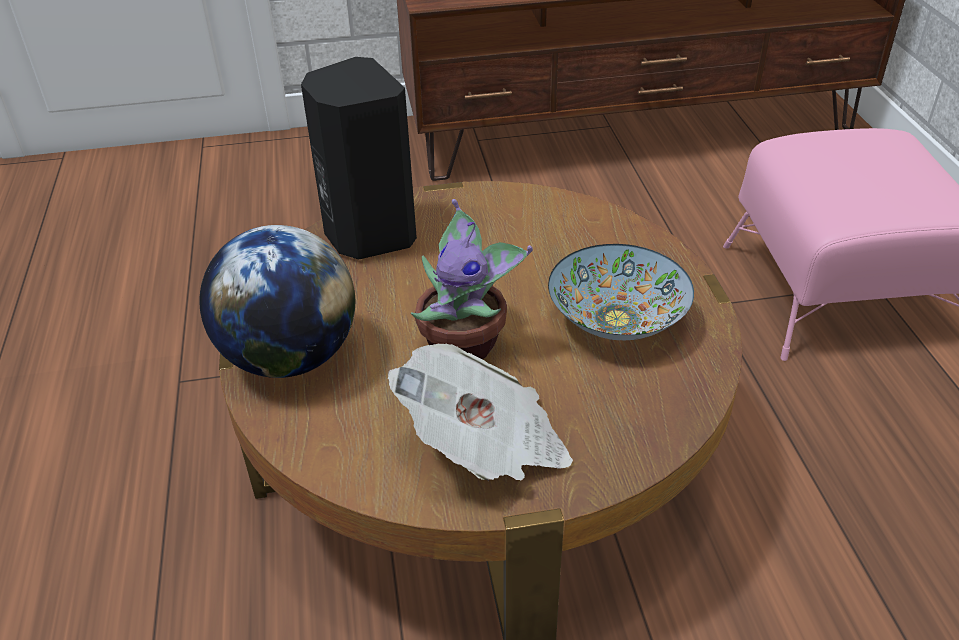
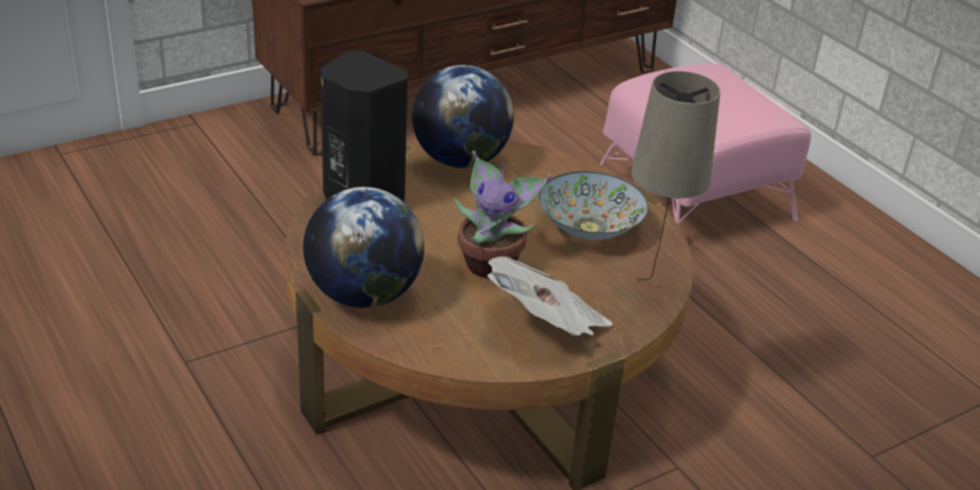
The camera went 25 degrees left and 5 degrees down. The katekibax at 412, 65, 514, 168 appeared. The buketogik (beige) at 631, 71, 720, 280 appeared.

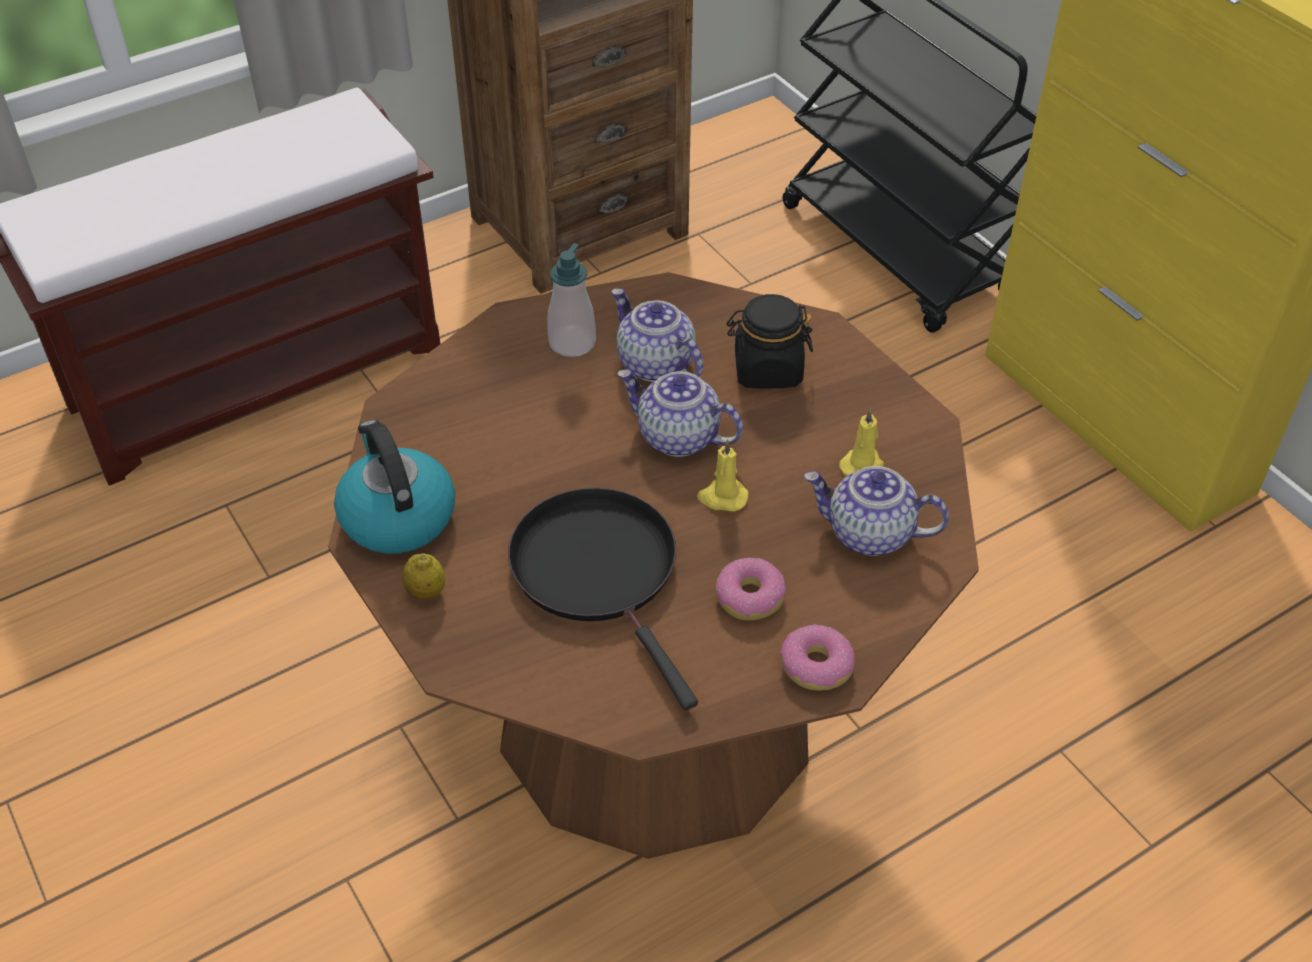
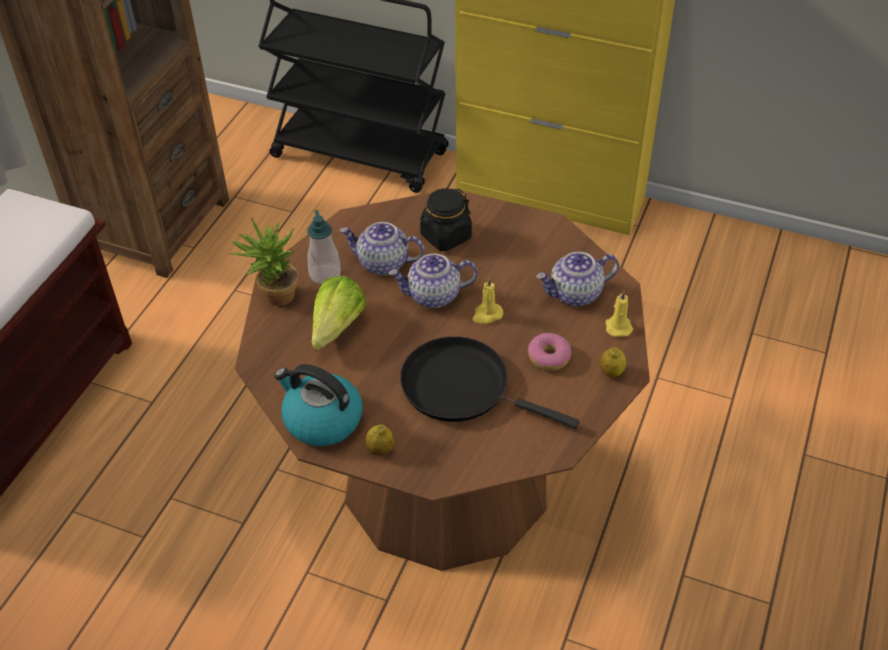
The camera went 35 degrees left and 0 degrees up. The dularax at 229, 218, 298, 306 appeared. The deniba at 312, 276, 366, 350 appeared. The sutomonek at 780, 625, 855, 691 was replaced by the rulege at 600, 348, 626, 377. The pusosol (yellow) moved from 839, 408, 884, 476 to 605, 290, 633, 337.

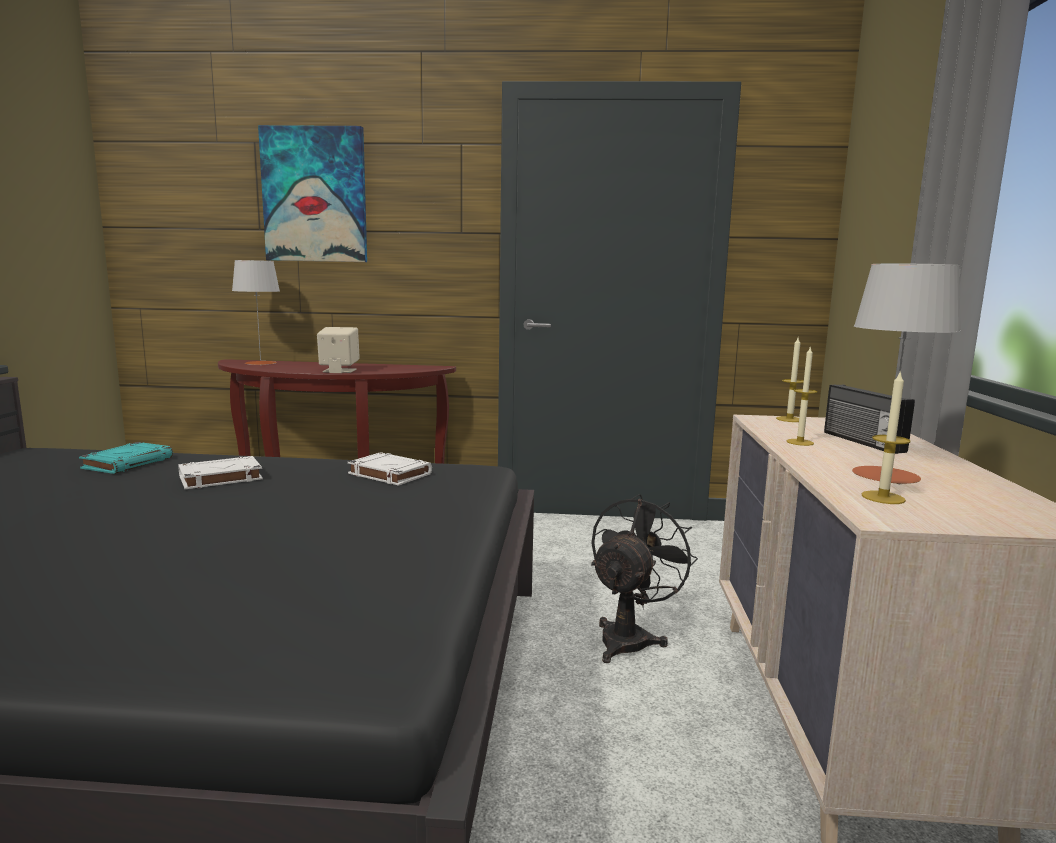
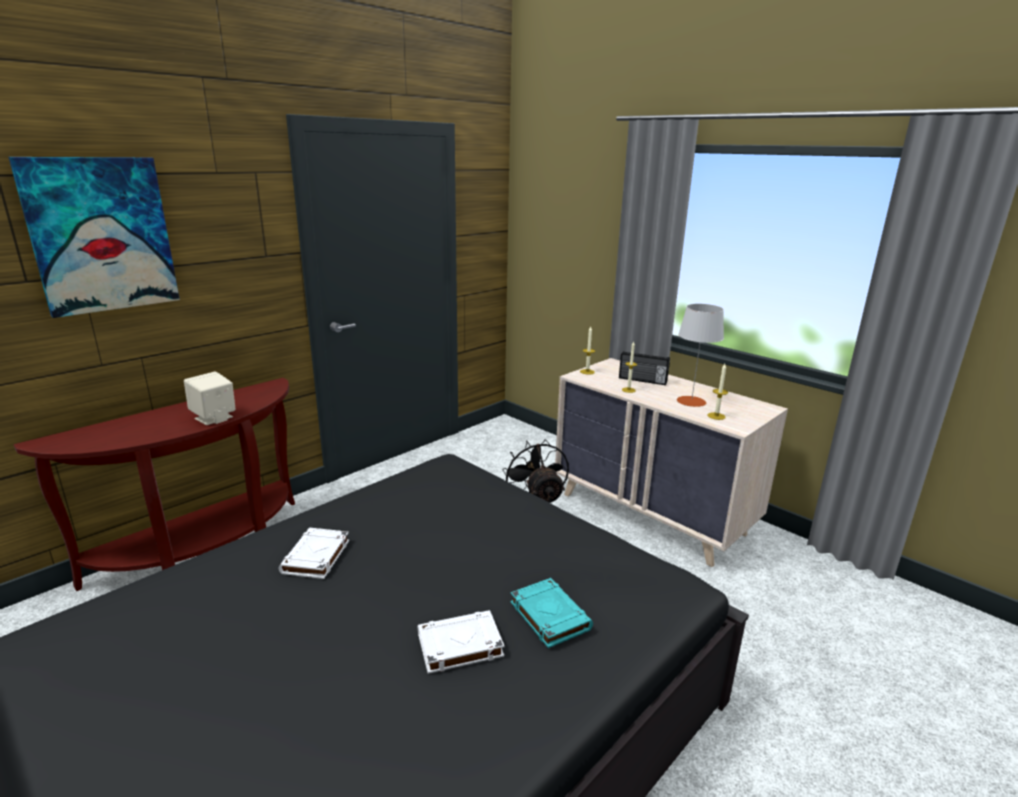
The camera went 50 degrees left and 10 degrees up. The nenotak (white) moved from 348, 452, 432, 486 to 418, 610, 505, 674. The nenotak (turquoise) moved from 79, 442, 173, 474 to 511, 578, 593, 648. The buketogik (grey) at 232, 260, 280, 365 disappeared.

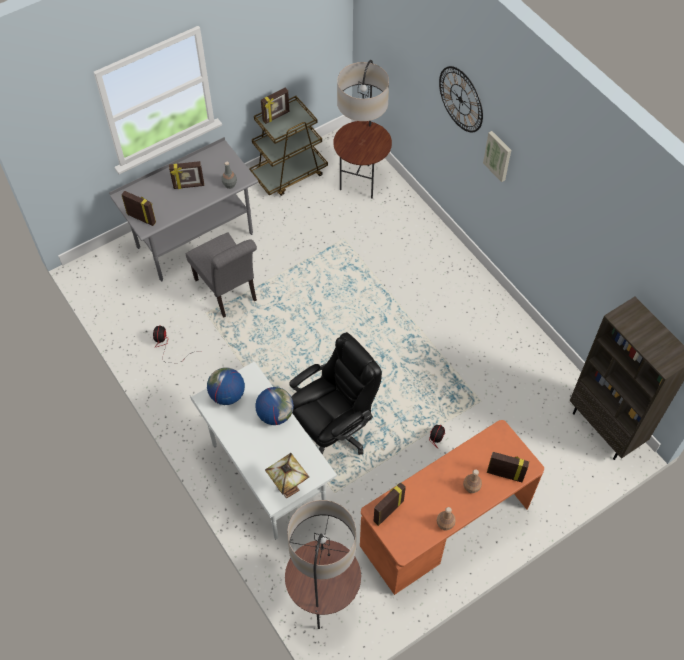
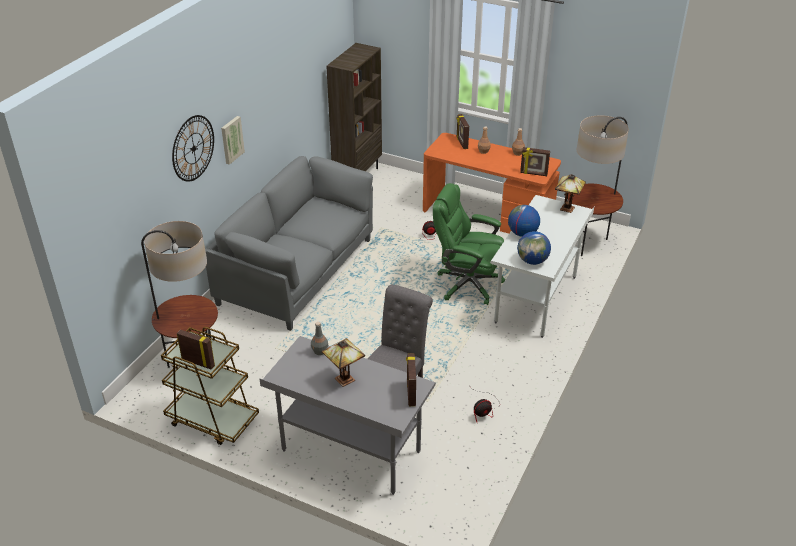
The camera went 120 degrees left and 20 degrees down. The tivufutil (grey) at 205, 156, 373, 330 appeared. The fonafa at 169, 161, 204, 189 was replaced by the buketogik at 322, 338, 365, 387. The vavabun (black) at 289, 332, 382, 455 became the vavabun (green) at 433, 183, 505, 305.

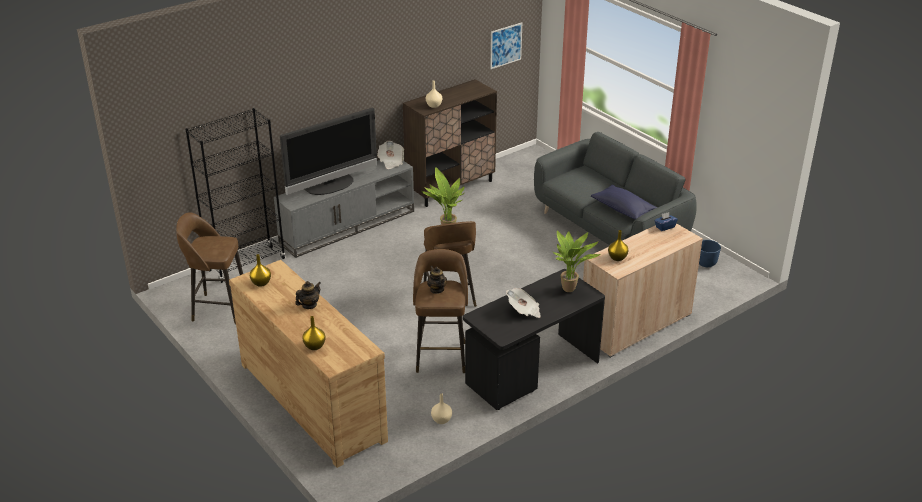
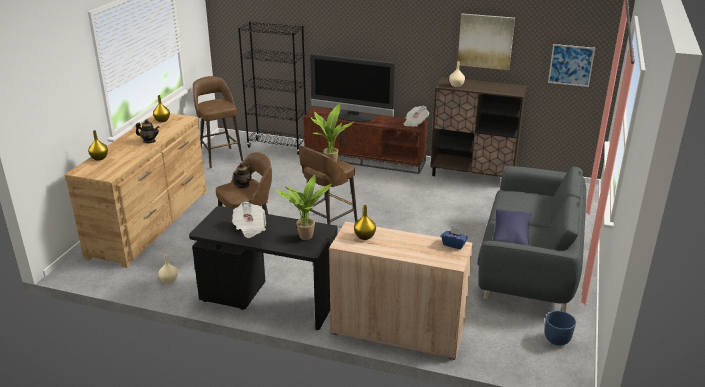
The camera went 55 degrees right and 5 degrees down. The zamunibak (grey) at 274, 160, 414, 258 became the zamunibak (brown) at 303, 107, 428, 174. The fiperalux at 458, 14, 515, 70 appeared.

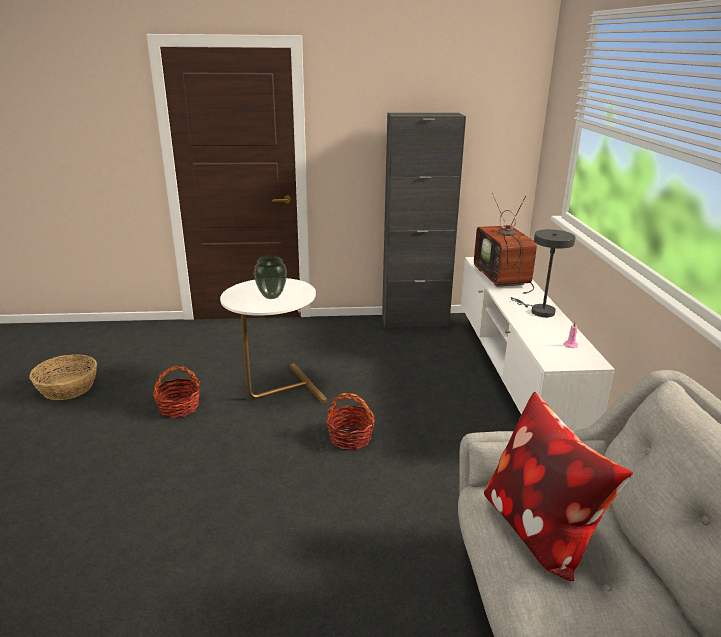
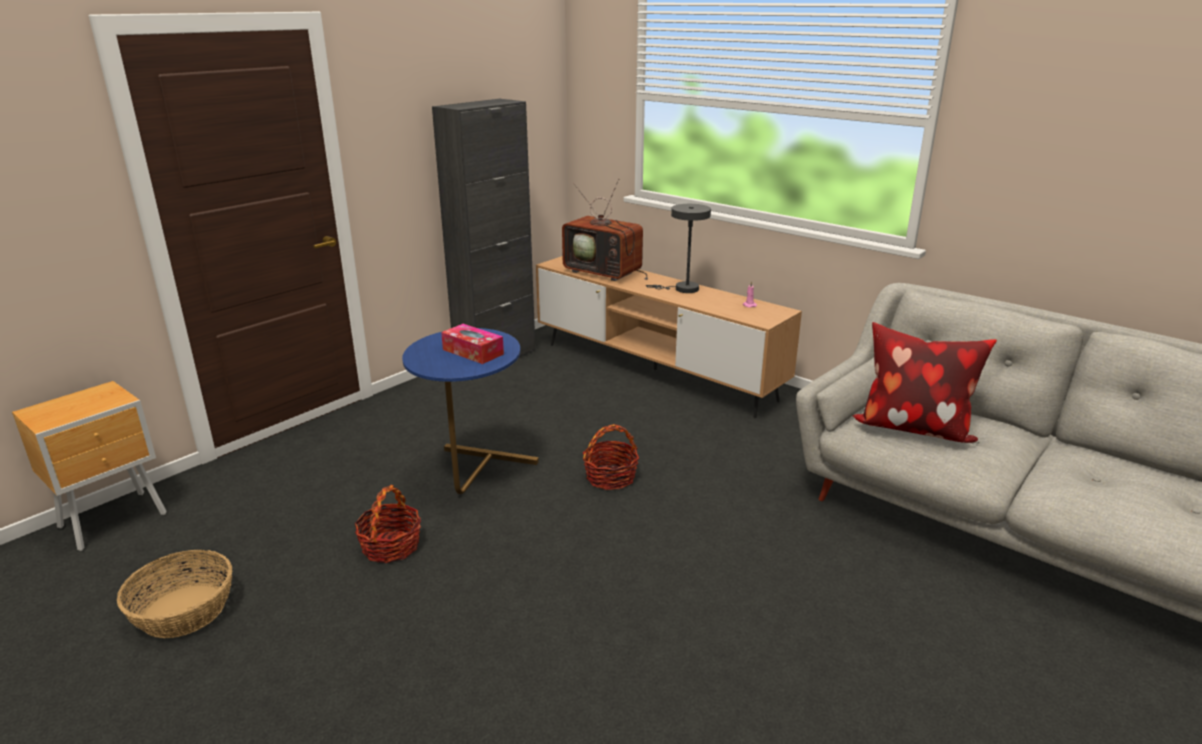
The camera went 45 degrees left and 0 degrees up. The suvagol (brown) at 12, 381, 167, 551 appeared. The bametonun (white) at 220, 278, 327, 404 became the bametonun (blue) at 402, 328, 539, 494. The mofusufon at 254, 255, 287, 299 was replaced by the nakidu at 441, 324, 504, 364. The zamunibak (white) at 461, 257, 615, 430 became the zamunibak (brown) at 536, 256, 802, 418.

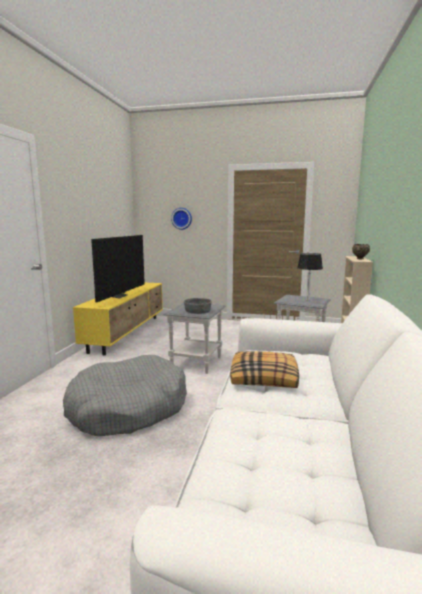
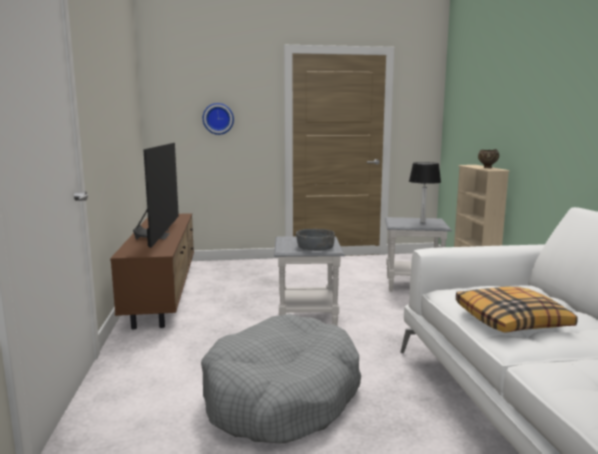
The camera went 20 degrees left and 0 degrees up. The zamunibak (yellow) at 73, 283, 163, 355 became the zamunibak (brown) at 110, 213, 194, 330.

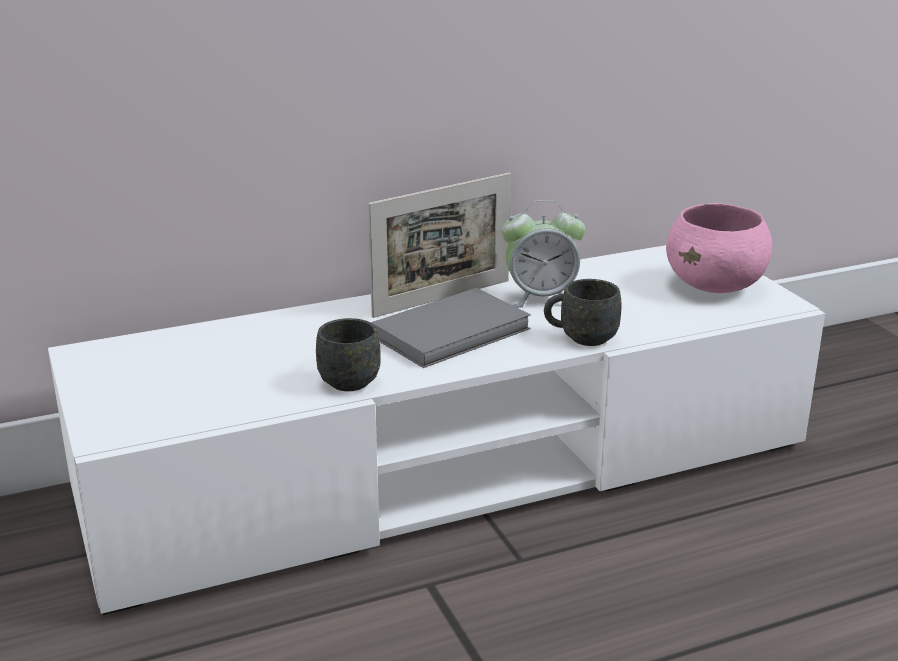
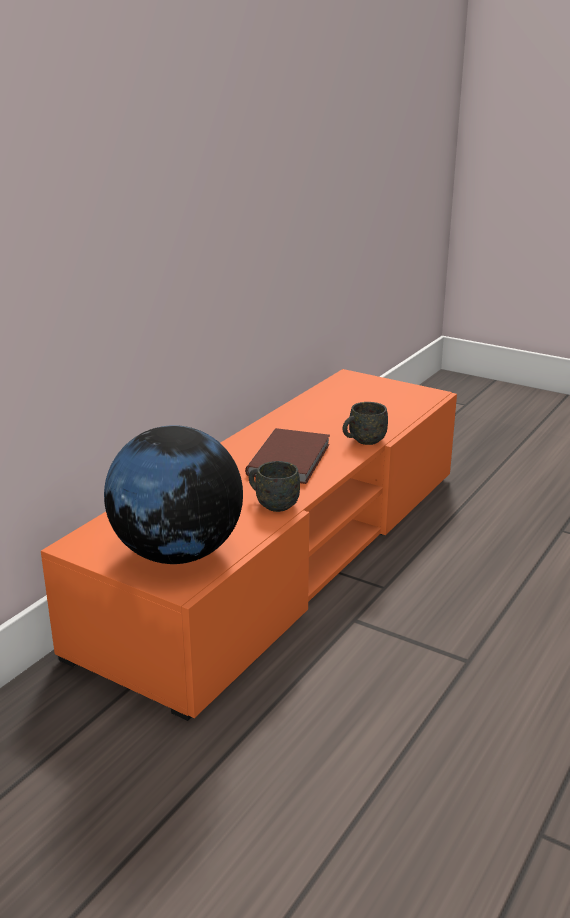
The camera went 35 degrees left and 0 degrees up. The zamunibak (white) at 48, 245, 825, 615 became the zamunibak (orange) at 41, 369, 457, 721. The katekibax at 104, 425, 243, 564 appeared. The nenotak (grey) at 371, 288, 531, 368 became the nenotak (brown) at 245, 428, 330, 484. The fonafa at 368, 173, 511, 318 disappeared. The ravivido at 501, 200, 585, 308 disappeared. The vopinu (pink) at 666, 203, 773, 293 disappeared.

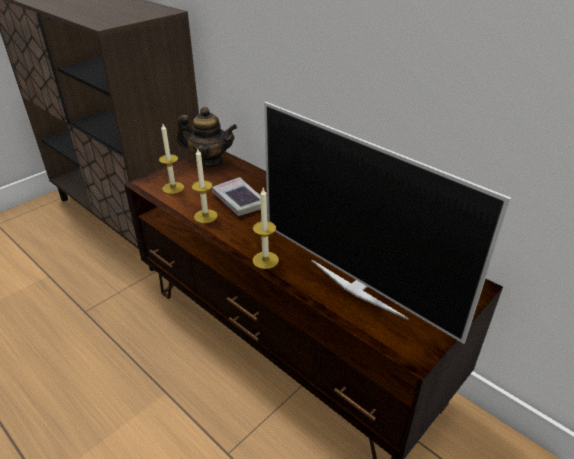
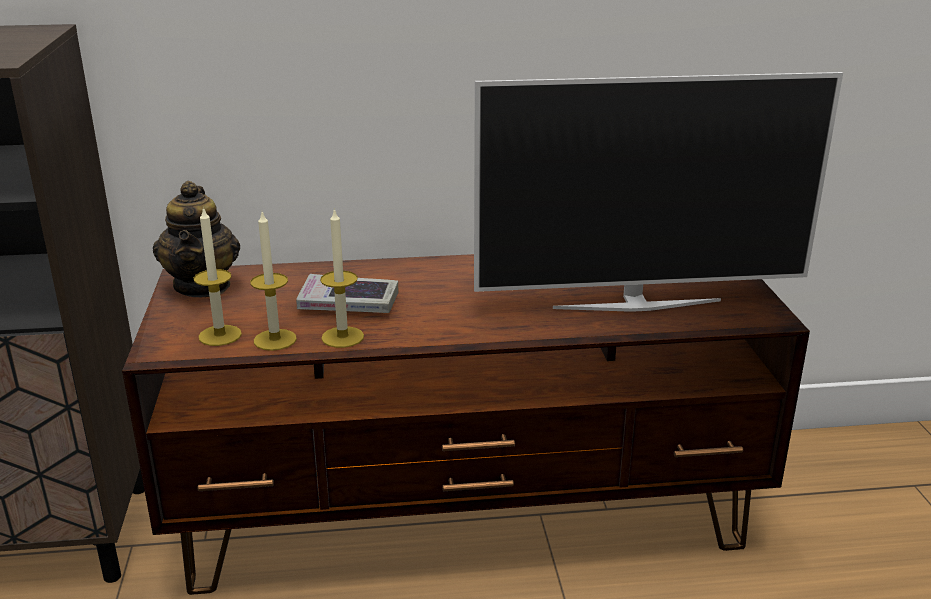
The camera went 50 degrees left and 10 degrees down. The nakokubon at 177, 107, 237, 167 turned 120 degrees clockwise. The pusosol moved from 253, 188, 279, 269 to 250, 212, 297, 351.

